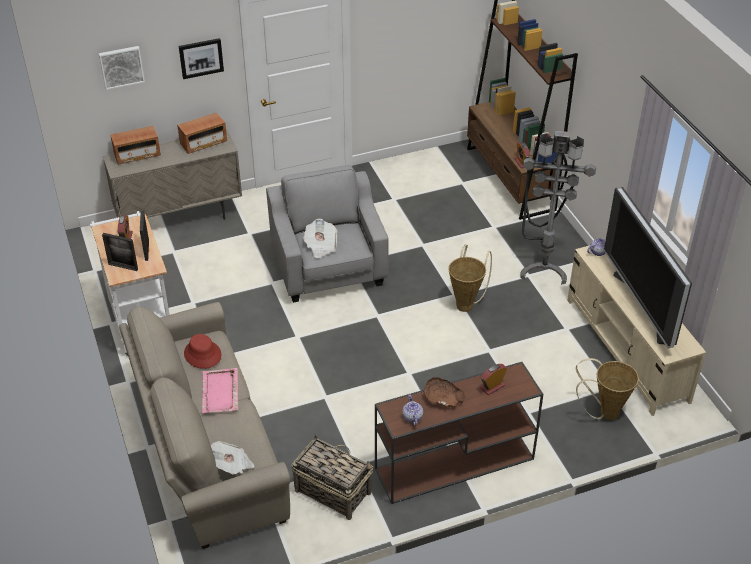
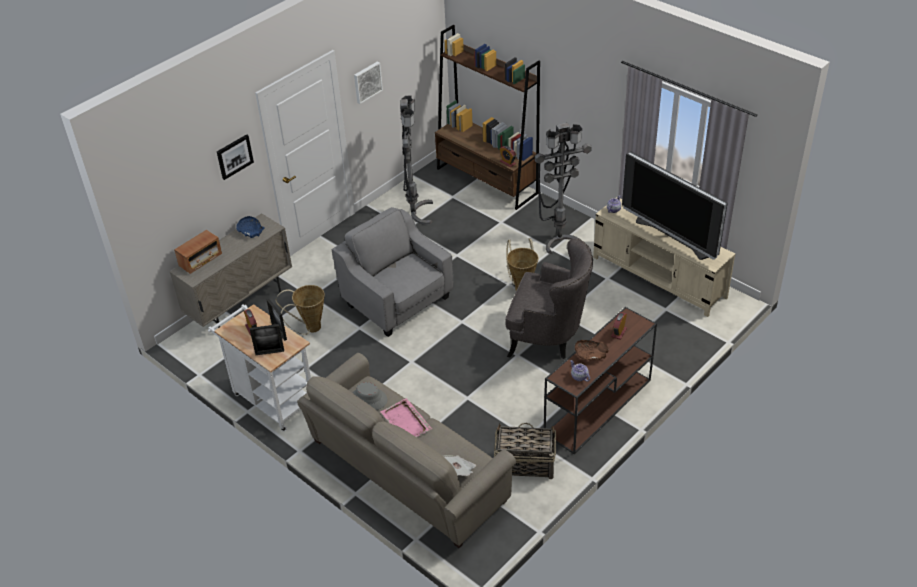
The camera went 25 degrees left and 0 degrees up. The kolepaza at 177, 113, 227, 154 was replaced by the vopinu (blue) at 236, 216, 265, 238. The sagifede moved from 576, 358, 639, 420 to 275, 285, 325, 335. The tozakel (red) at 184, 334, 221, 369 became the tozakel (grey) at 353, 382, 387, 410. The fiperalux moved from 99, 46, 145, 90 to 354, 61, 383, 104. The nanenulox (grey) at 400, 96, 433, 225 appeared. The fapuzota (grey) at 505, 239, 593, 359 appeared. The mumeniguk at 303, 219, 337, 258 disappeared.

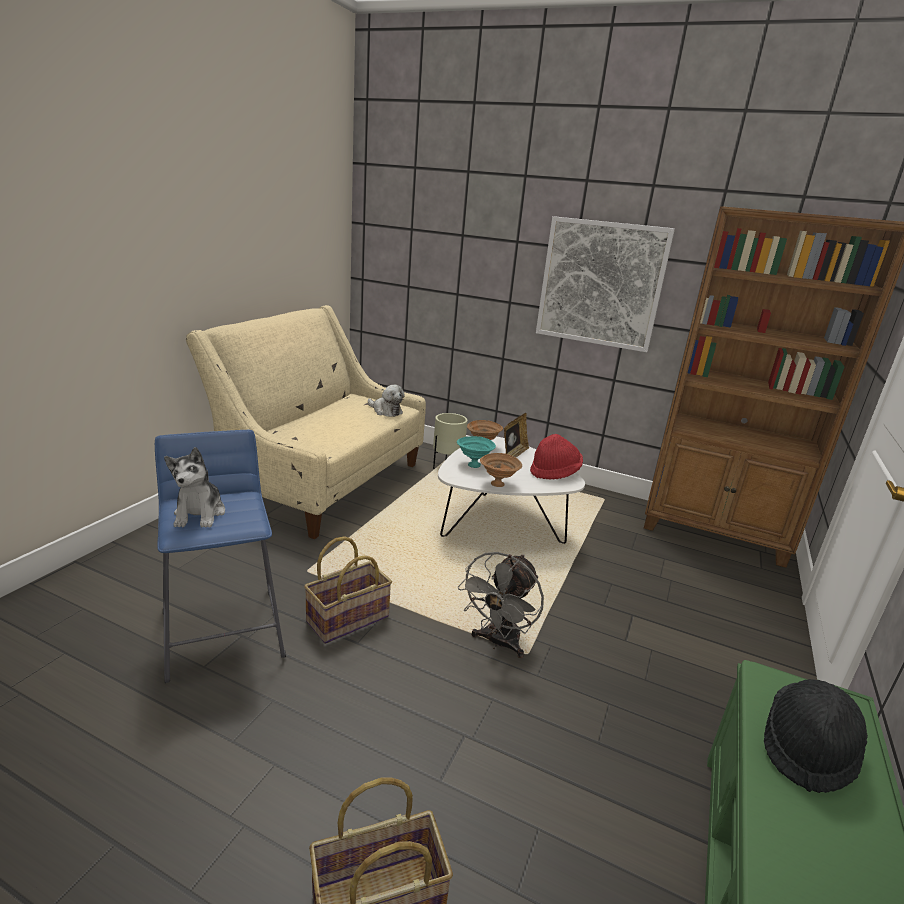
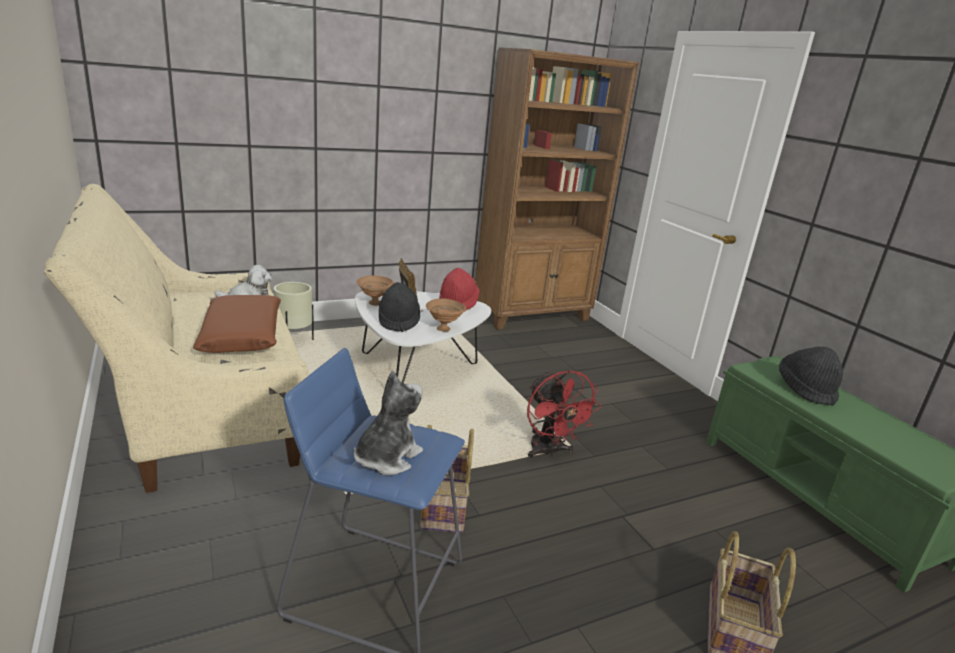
The camera went 50 degrees left and 0 degrees up. The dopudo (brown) at 193, 295, 281, 353 appeared. The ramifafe at 164, 447, 225, 528 turned 90 degrees counterclockwise. The vopinu (turquoise) at 457, 436, 496, 468 was replaced by the tozakel (black) at 379, 282, 420, 332. The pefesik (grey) at 458, 552, 544, 658 became the pefesik (red) at 527, 370, 602, 459. The fiperalux at 536, 216, 675, 352 disappeared.

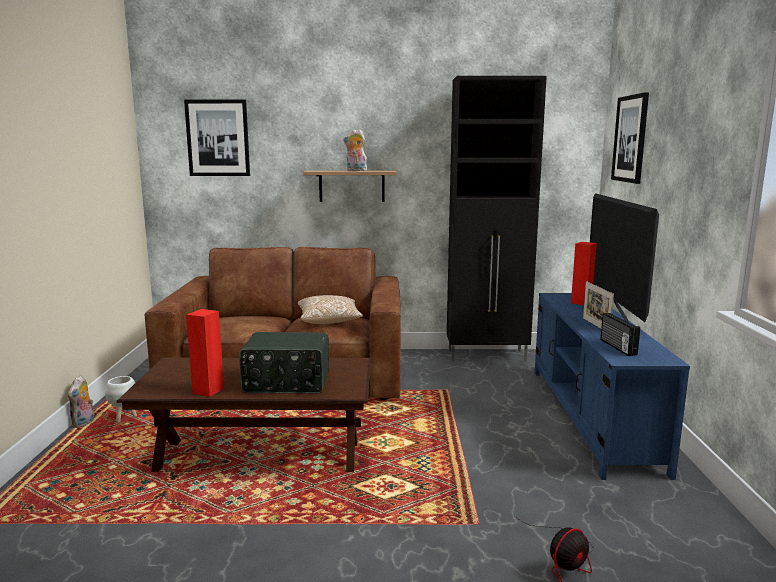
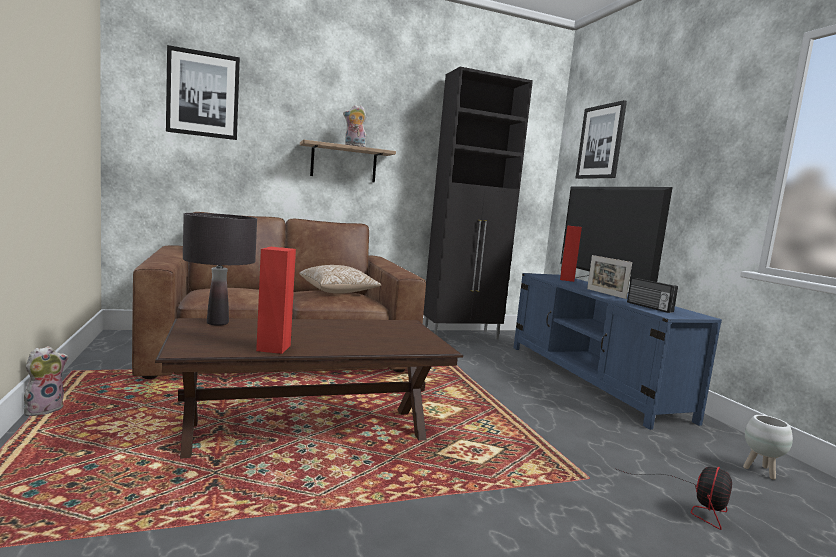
The camera went 20 degrees left and 5 degrees down. The ramifafe at 68, 375, 95, 428 turned 135 degrees counterclockwise. The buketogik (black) at 183, 213, 257, 326 appeared. The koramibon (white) moved from 105, 376, 137, 423 to 743, 415, 793, 480. The kolepaza at 239, 332, 329, 393 disappeared.

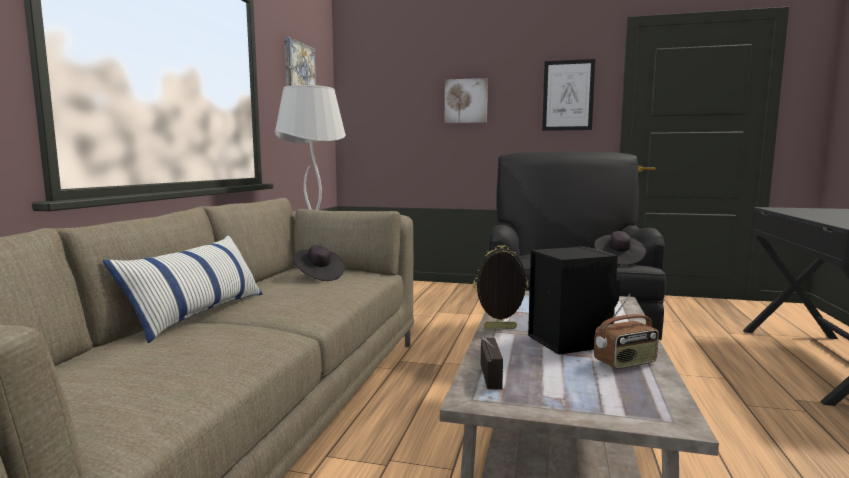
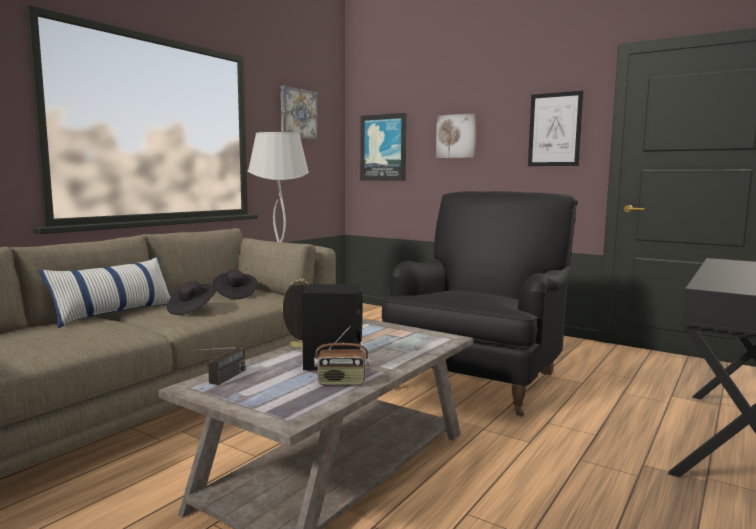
The camera went 20 degrees right and 0 degrees up. The tozakel (black) moved from 594, 231, 647, 265 to 167, 281, 216, 315. The fiperalux at 360, 113, 407, 181 appeared.

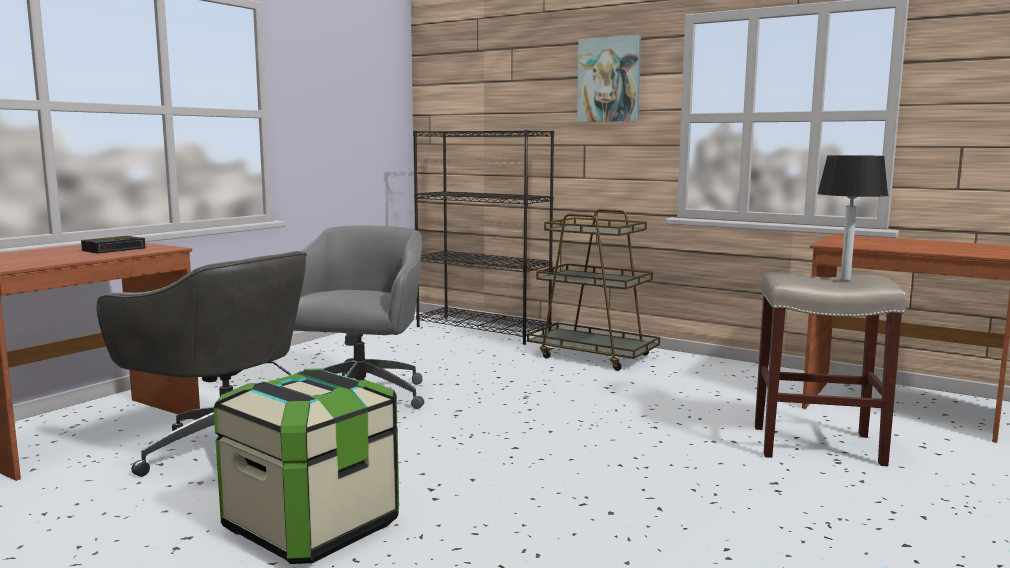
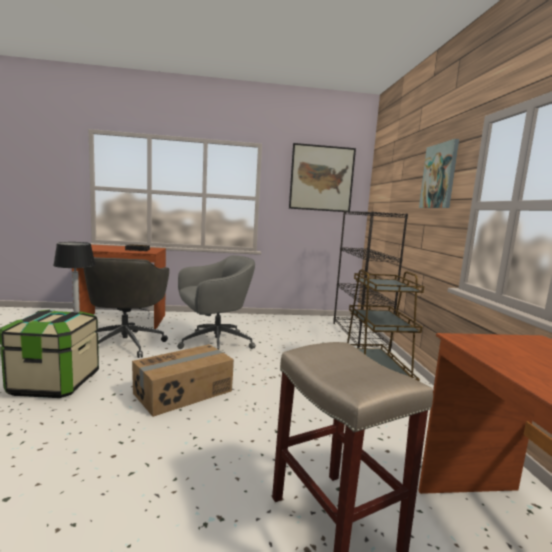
The camera went 50 degrees right and 0 degrees up. The buketogik moved from 817, 155, 888, 280 to 53, 242, 96, 313. The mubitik at 132, 344, 234, 417 appeared. The fiperalux at 289, 143, 356, 212 appeared.

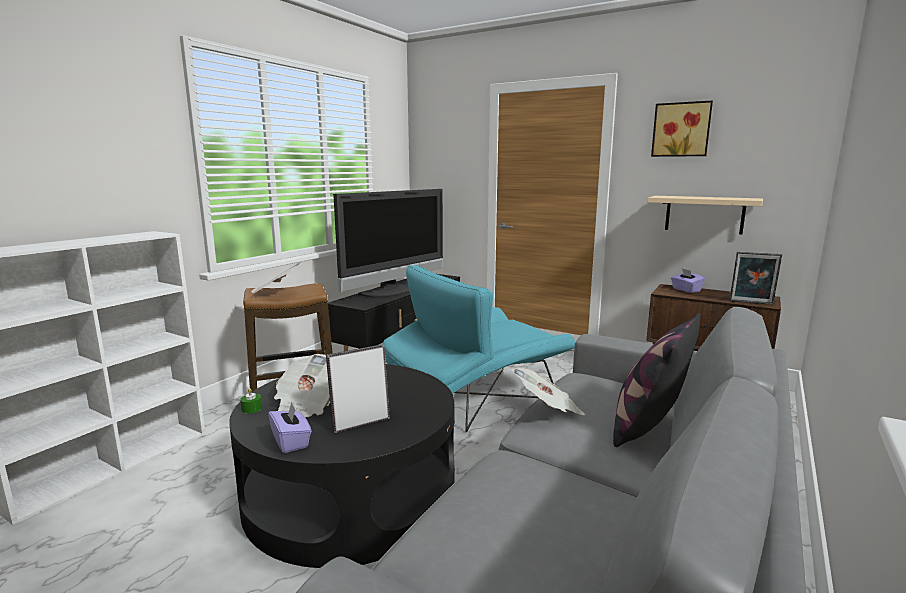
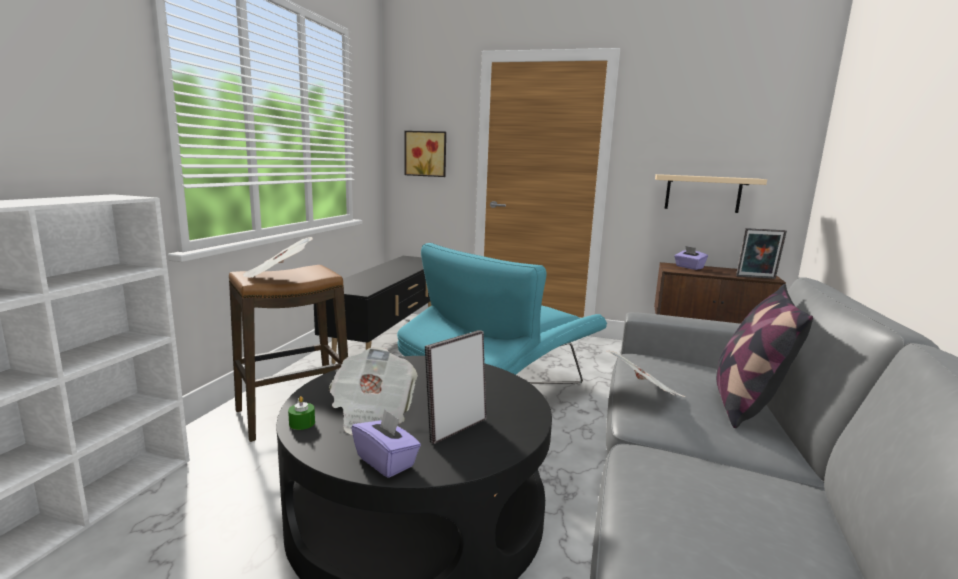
The camera went 15 degrees left and 0 degrees up. The fiperalux moved from 651, 100, 713, 157 to 404, 131, 446, 177. The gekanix at 333, 189, 443, 297 disappeared.

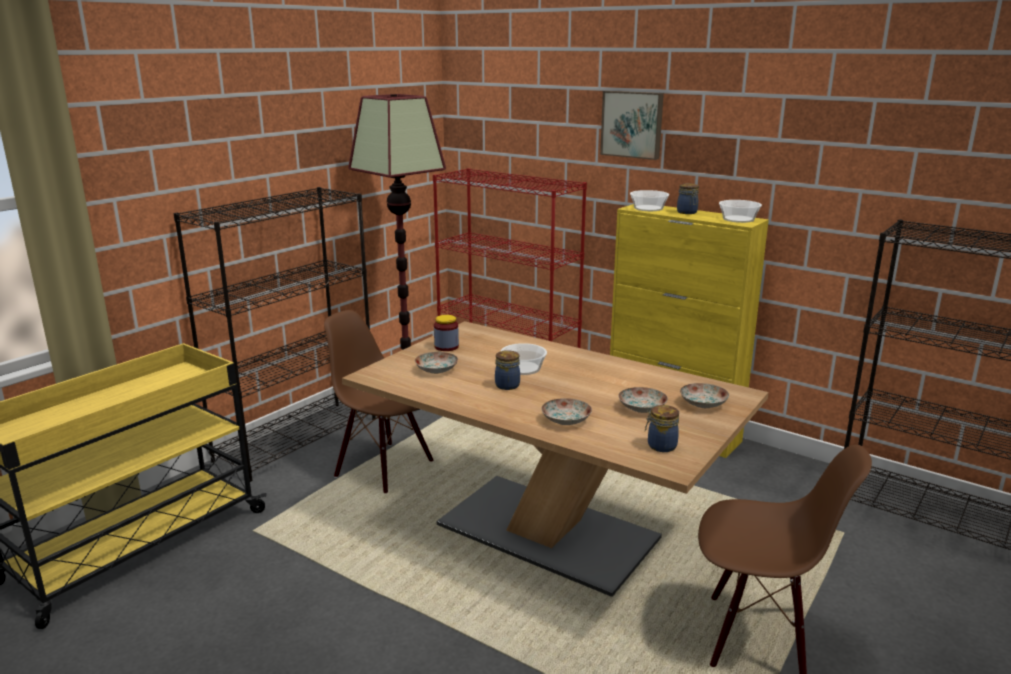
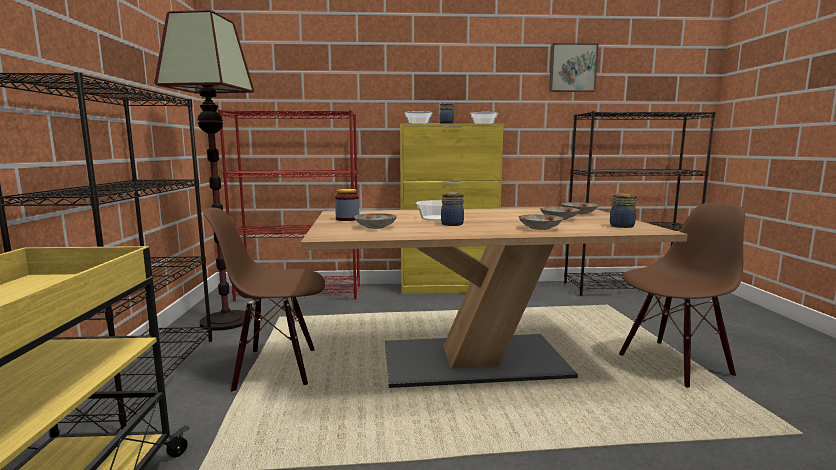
The camera went 40 degrees left and 10 degrees down. The fiperalux moved from 600, 91, 664, 160 to 549, 43, 598, 92.

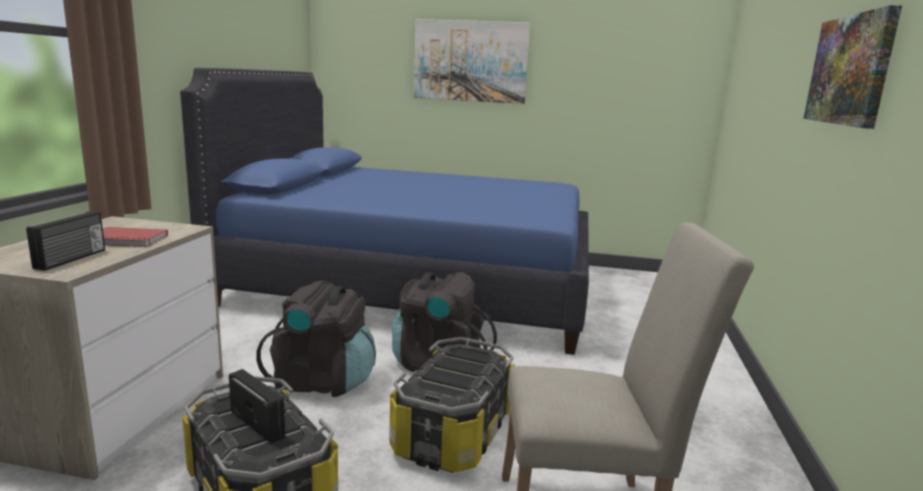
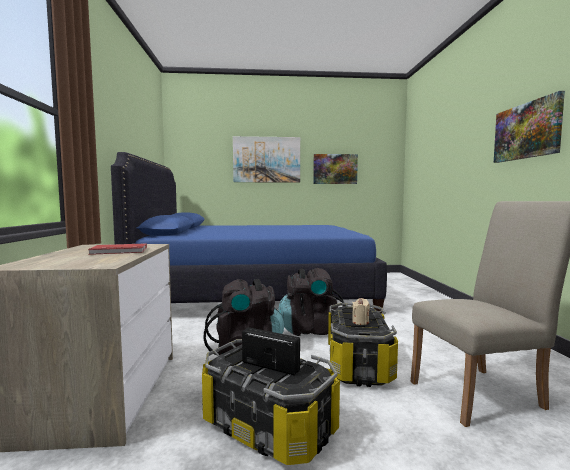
The camera went 15 degrees left and 10 degrees down. The fiperalux at 313, 154, 358, 184 appeared. The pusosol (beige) at 352, 298, 370, 325 appeared. The kolepaza at 26, 212, 105, 271 disappeared.

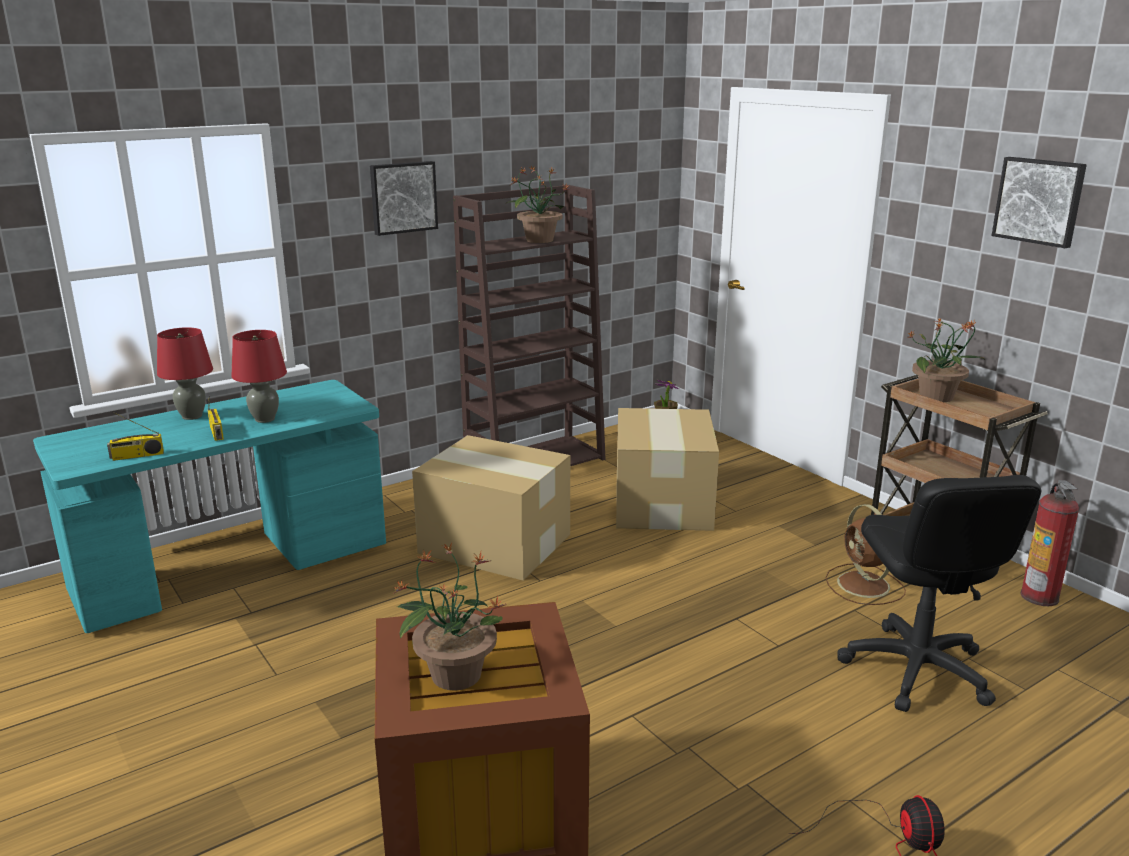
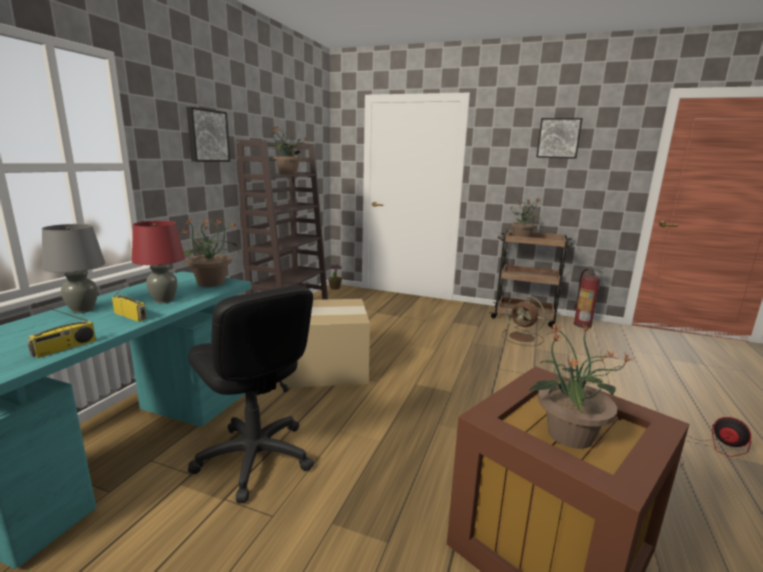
The camera went 35 degrees left and 5 degrees down. The buketogik (red) at 157, 327, 213, 420 became the buketogik (grey) at 42, 224, 105, 313. The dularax at 182, 218, 240, 287 appeared. The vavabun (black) moved from 837, 475, 1041, 712 to 188, 285, 314, 503. The mubitik at 616, 408, 719, 531 disappeared.

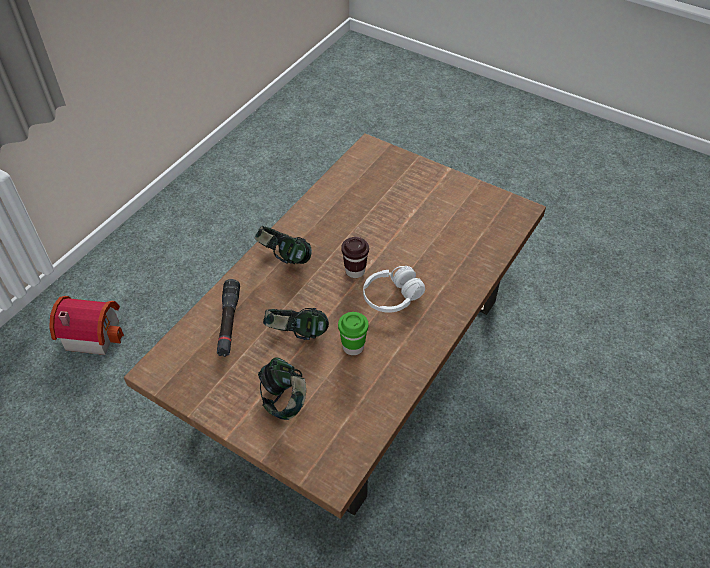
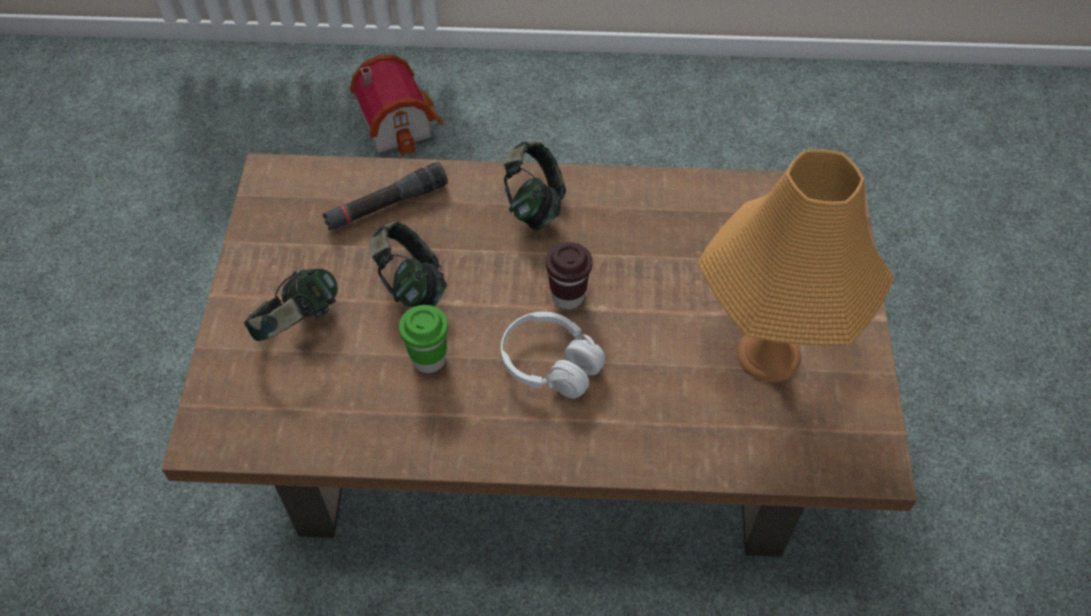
The camera went 60 degrees right and 5 degrees up. The buketogik (orange) at 698, 149, 894, 382 appeared.

